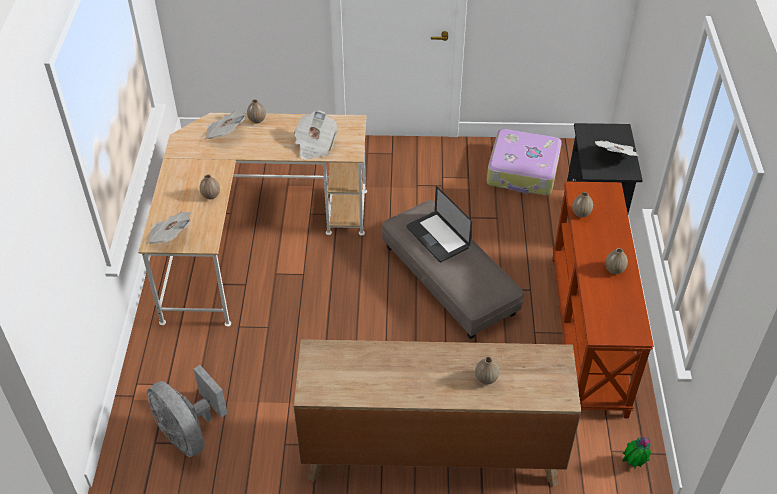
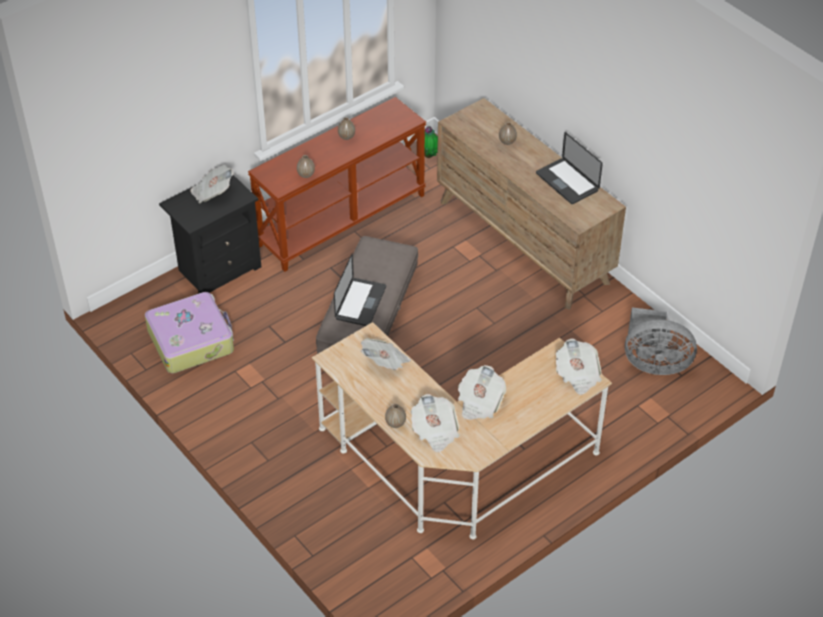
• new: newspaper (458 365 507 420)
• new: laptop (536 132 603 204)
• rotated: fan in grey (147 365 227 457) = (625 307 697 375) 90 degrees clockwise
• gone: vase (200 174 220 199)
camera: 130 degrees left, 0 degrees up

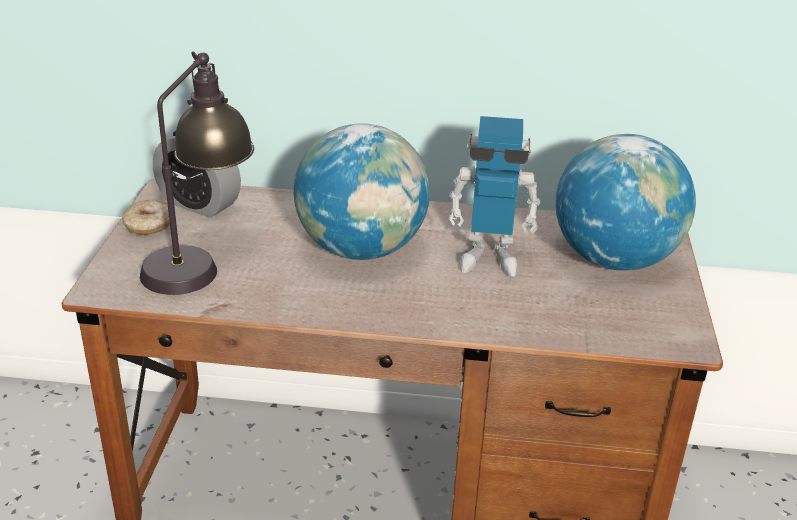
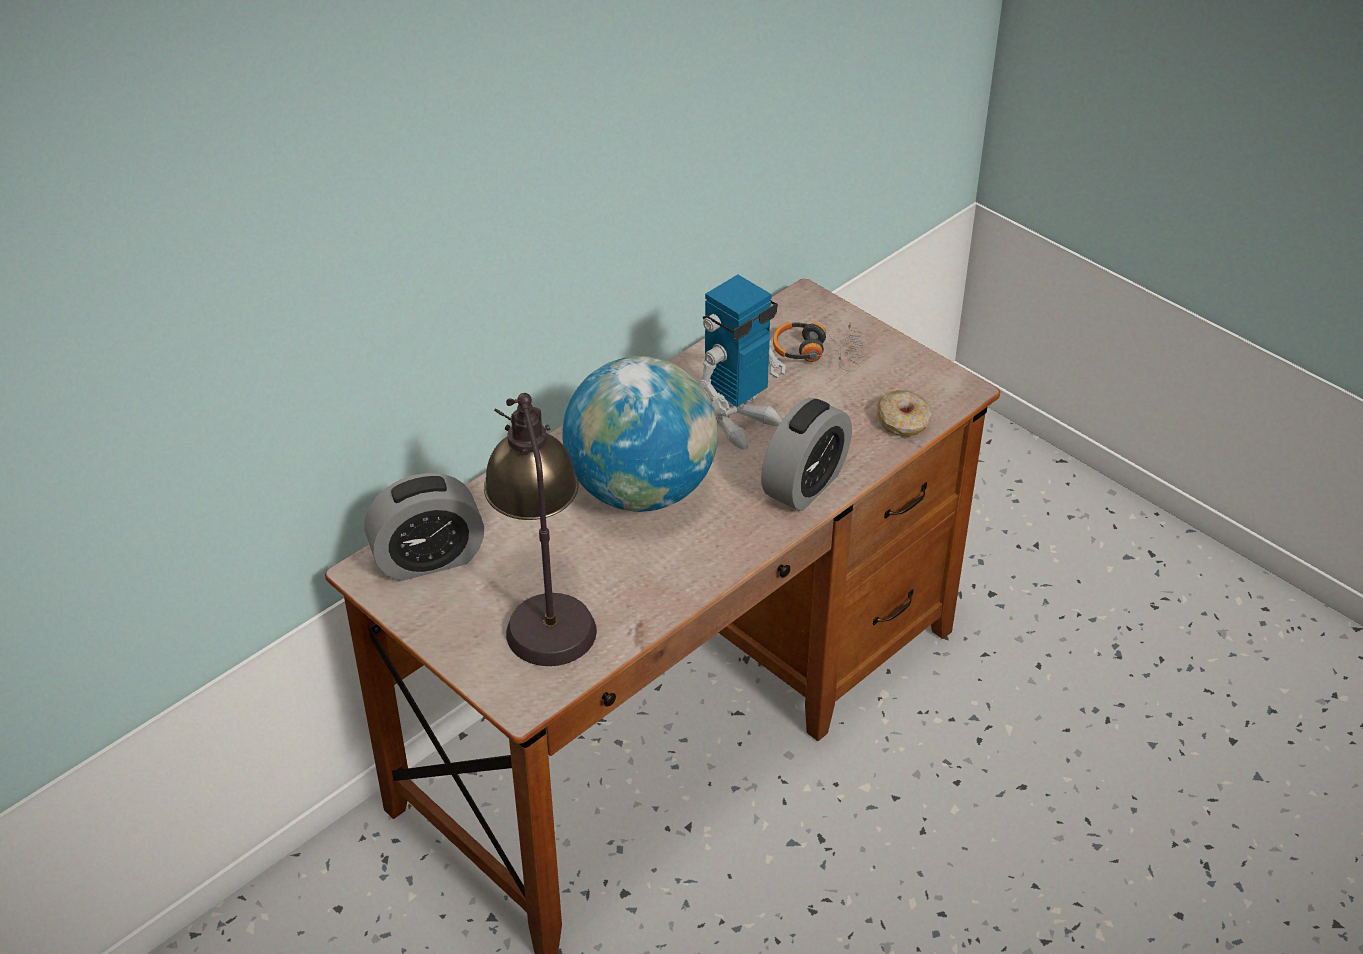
• new: alarm clock (761 398 852 511)
• swapped: globe (555 134 696 271) to headphones (773 322 864 371)
• shifted: donut (122 200 170 235) to (877 390 932 437)
camera: 50 degrees left, 10 degrees up

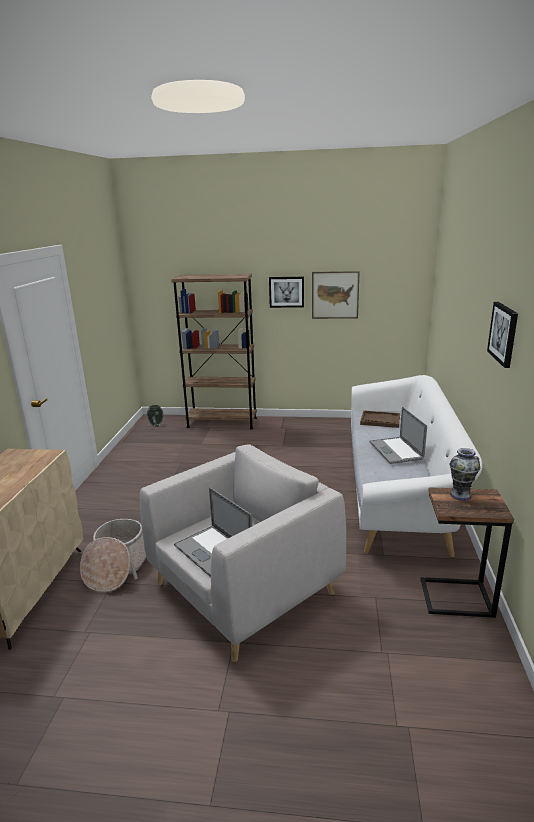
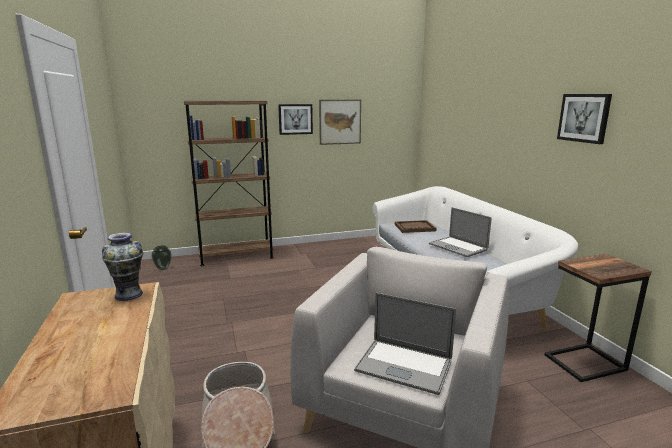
• shifted: vase (450 448 480 501) to (102 233 143 301)
camera: 25 degrees left, 5 degrees down

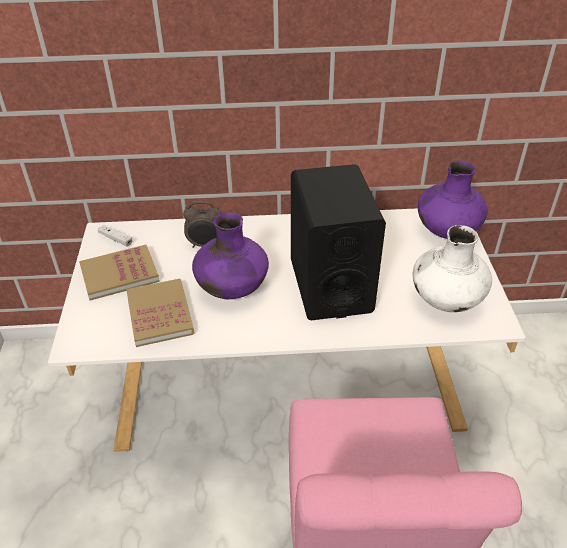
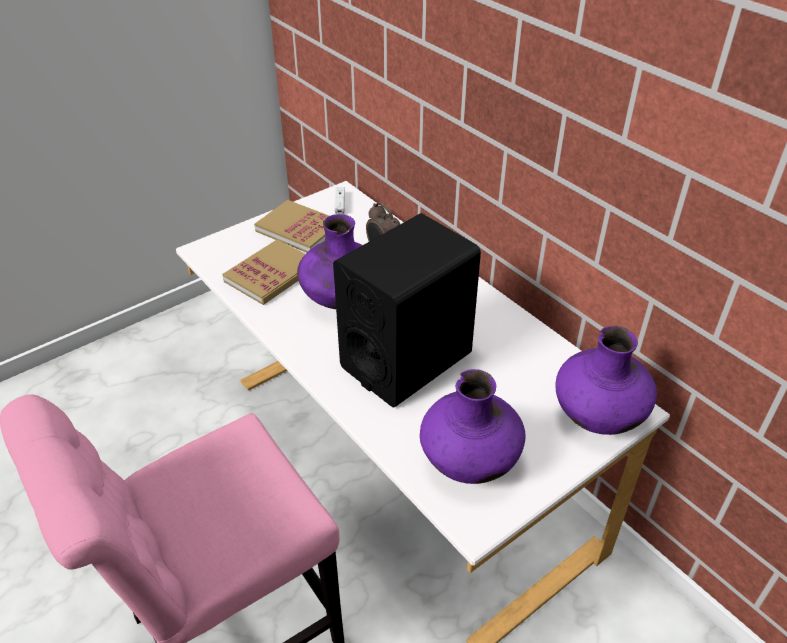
• repainted: vase in white (413 225 492 312) to vase in purple (420 369 526 484)
camera: 55 degrees right, 0 degrees up

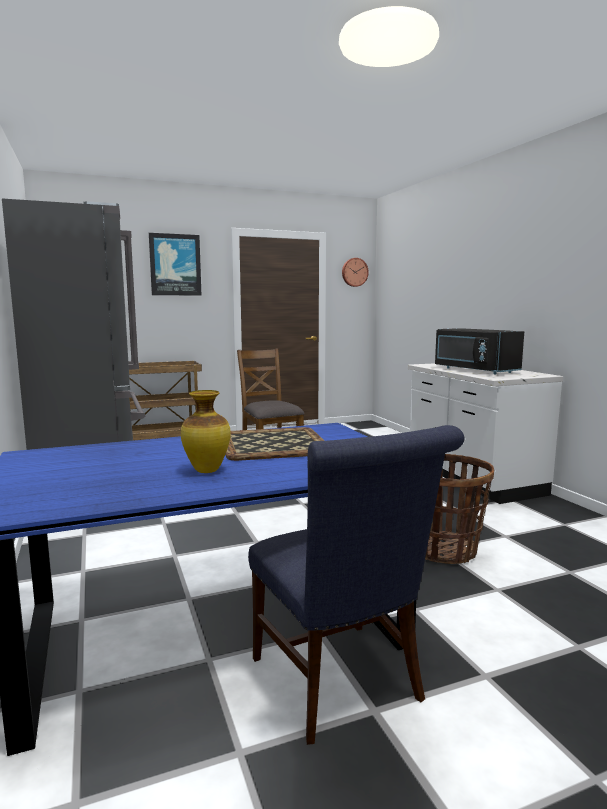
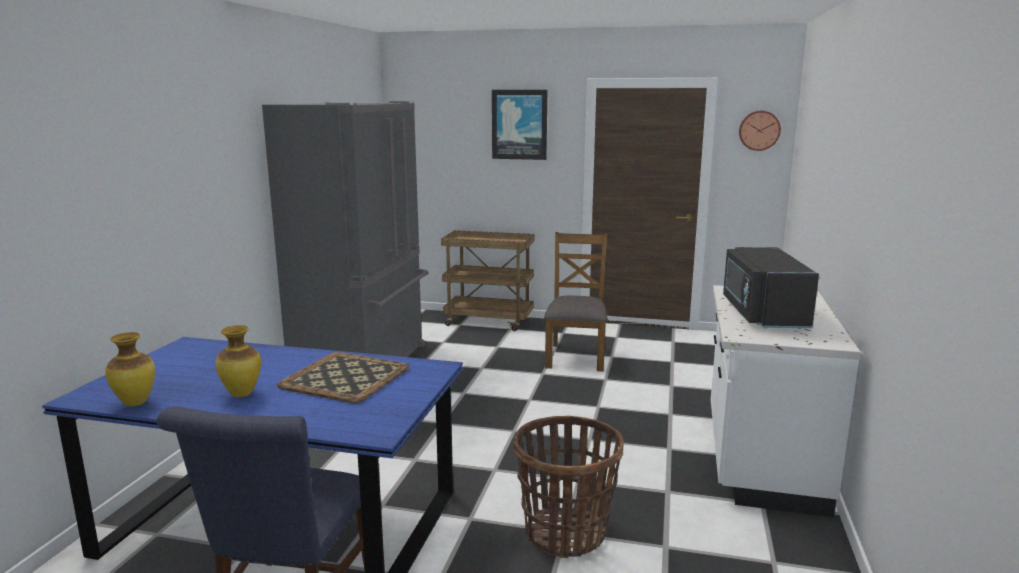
• new: vase (105 332 155 406)
camera: 35 degrees right, 5 degrees up

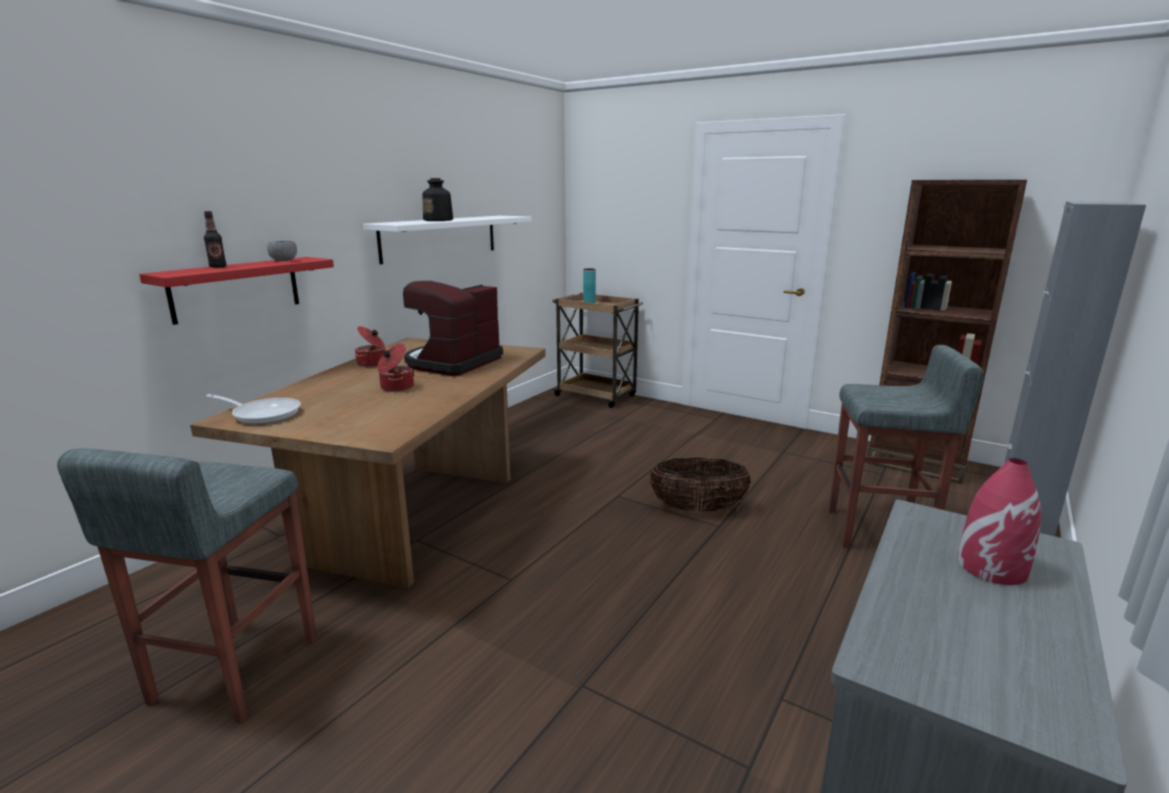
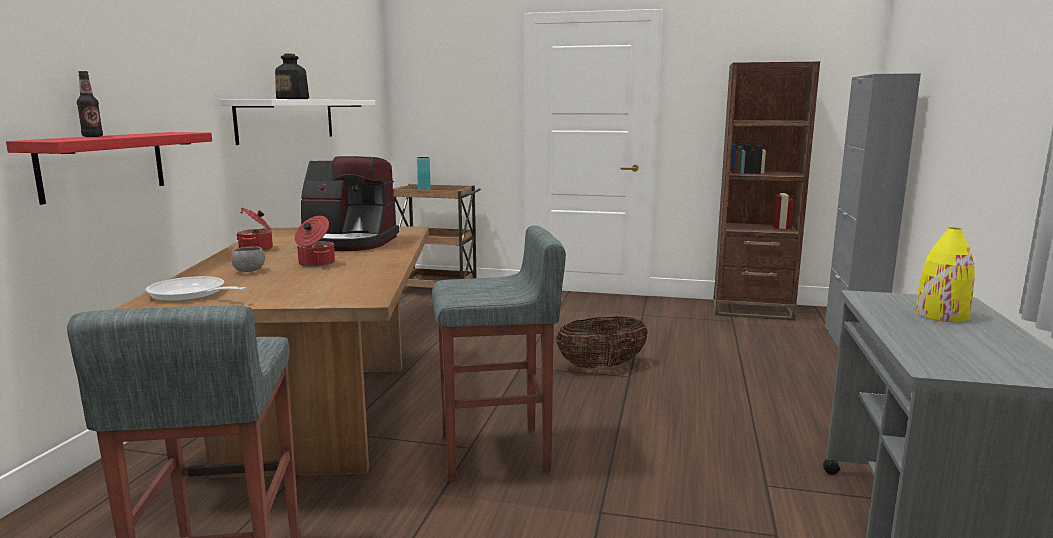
• rotated: frying pan (206 394 301 424) = (146 276 247 302) 150 degrees counterclockwise
• shifted: bowl in grey (267 241 297 261) to (231 247 265 272)
• rotated: coffee machine (403 281 503 376) = (301 156 399 251) 90 degrees counterclockwise
• shifted: stool in grey (829 345 984 548) to (432 225 566 481)
• repainted: vase in red (957 458 1041 585) to vase in yellow (916 227 975 322)
camera: 20 degrees left, 5 degrees down

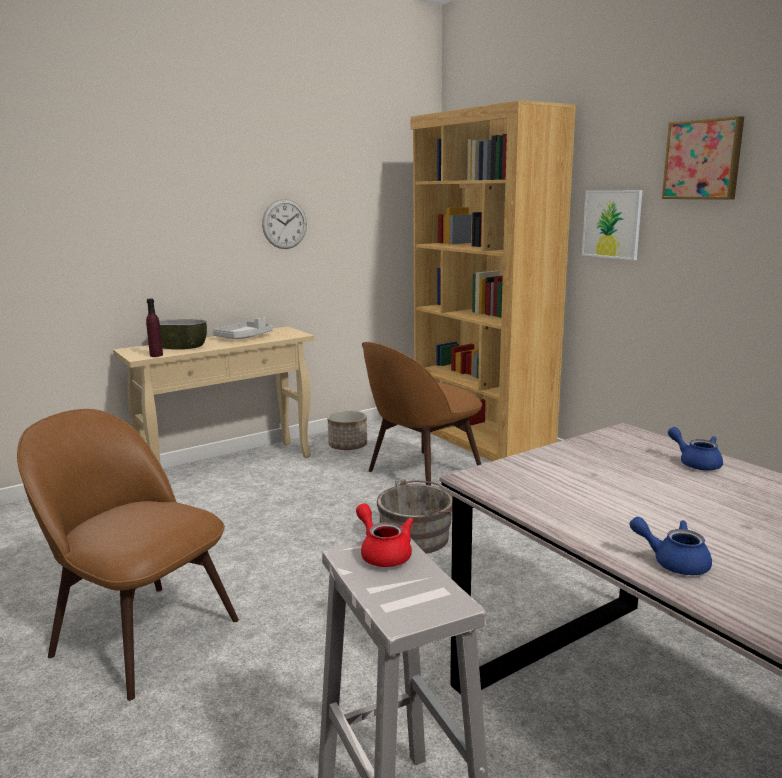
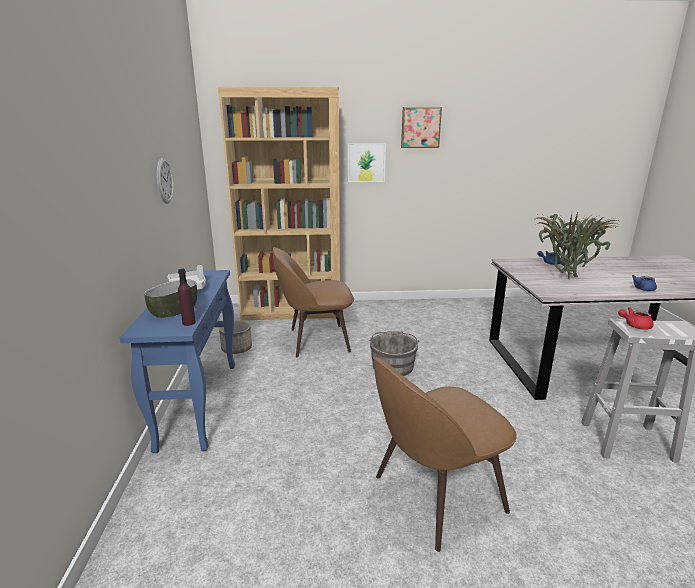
• repainted: console table in beige (113 326 314 463) to console table in blue (120 270 235 453)
• rotated: chair in brown (362 342 482 486) = (273 247 354 357) 90 degrees clockwise
• new: potted plant (534 211 618 279)
camera: 60 degrees left, 5 degrees up

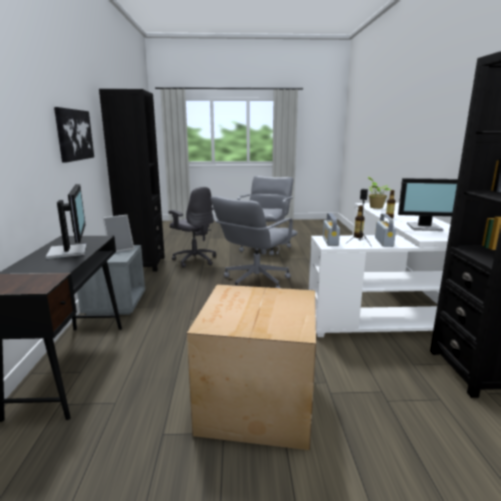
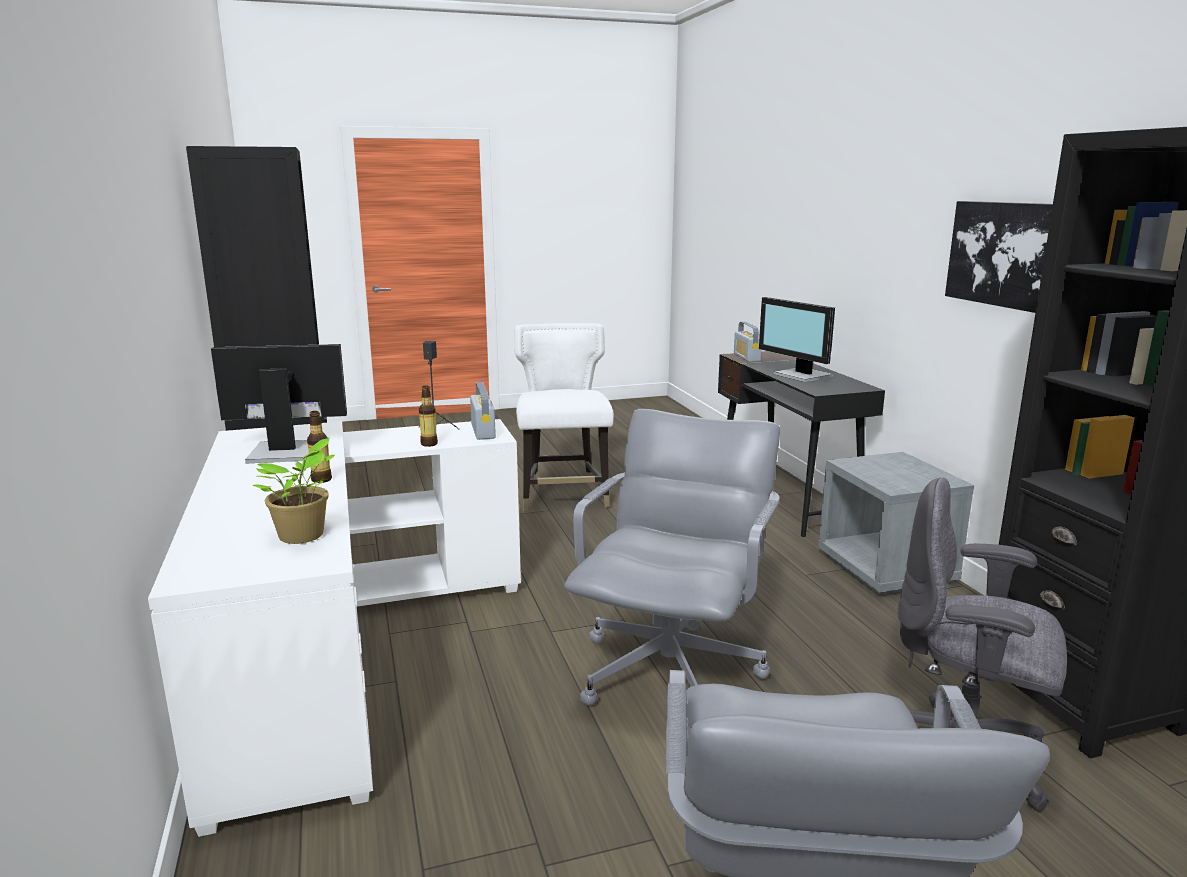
• swapped: cardboard box (187 284 316 450) to chair in white (515 323 614 511)
• shifted: radio (375 213 396 247) to (734 322 762 362)
• gone: picture frame (103 215 134 252)
camera: 165 degrees right, 0 degrees up

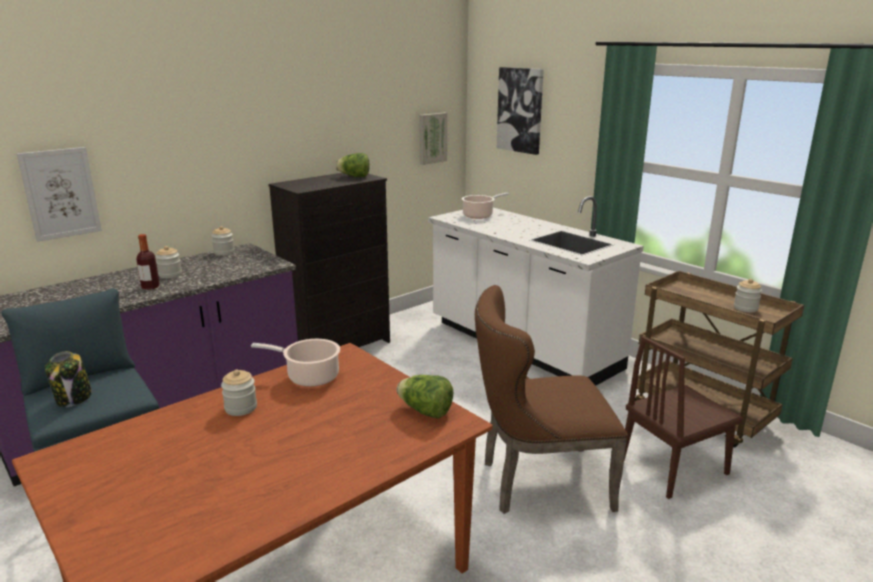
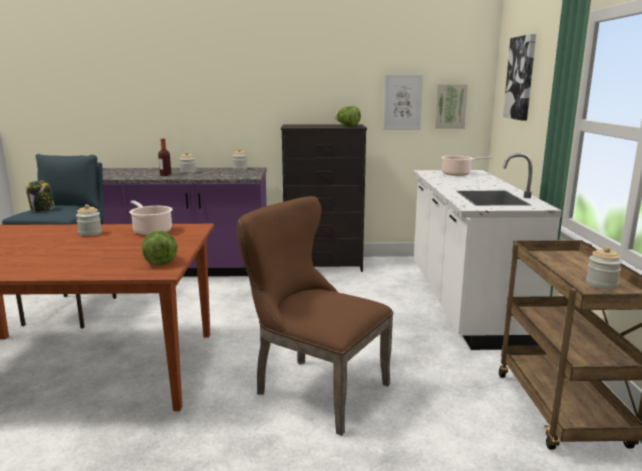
• shifted: picture (17 147 102 242) to (383 74 423 130)
• gone: chair in brown (624 336 743 499)
camera: 40 degrees right, 5 degrees down

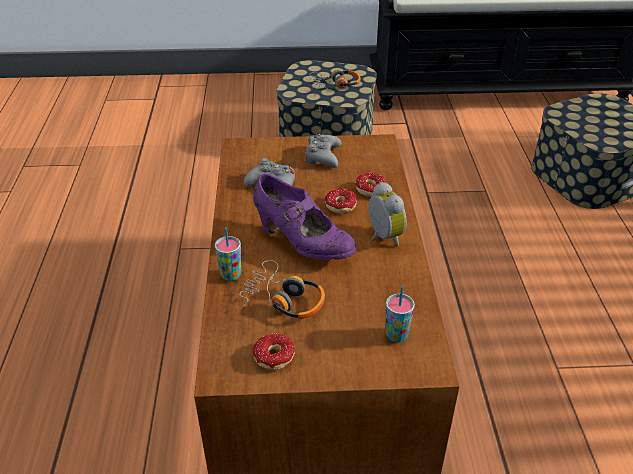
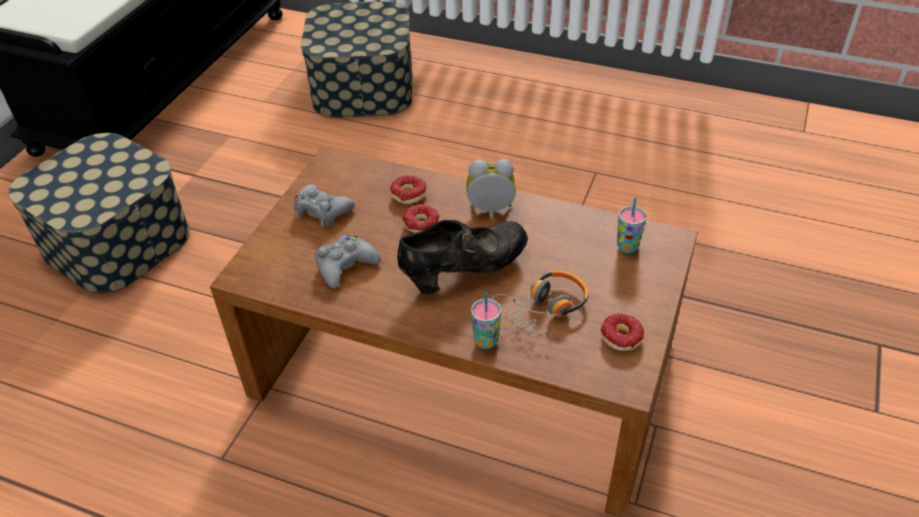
• repainted: shoe in purple (253 173 356 260) to shoe in black (397 220 528 295)
• gone: headphones (310 70 361 90)
camera: 65 degrees left, 5 degrees up

